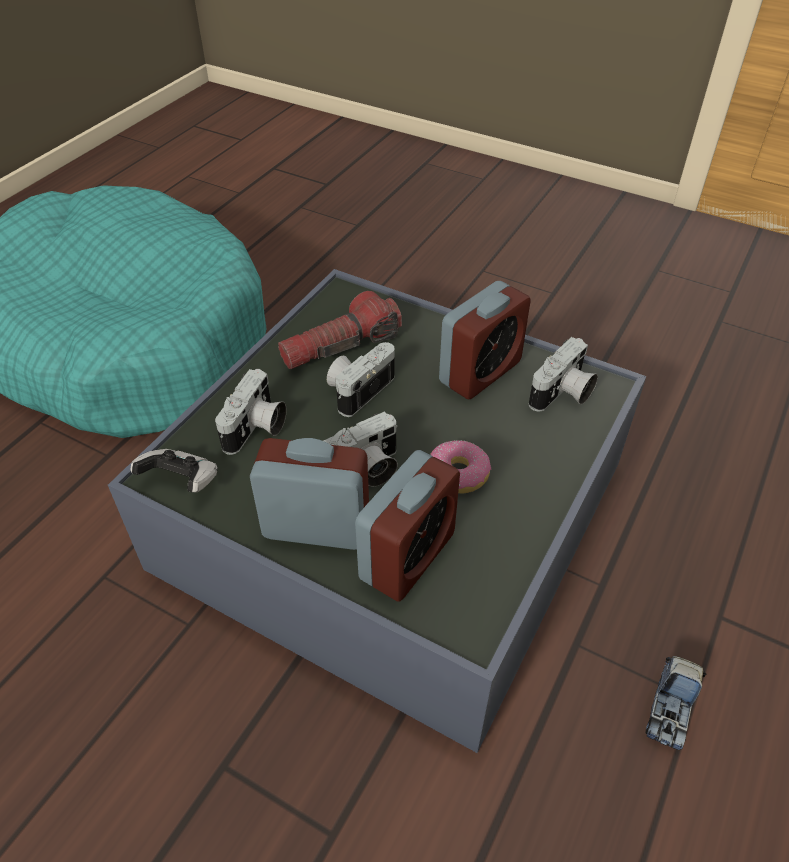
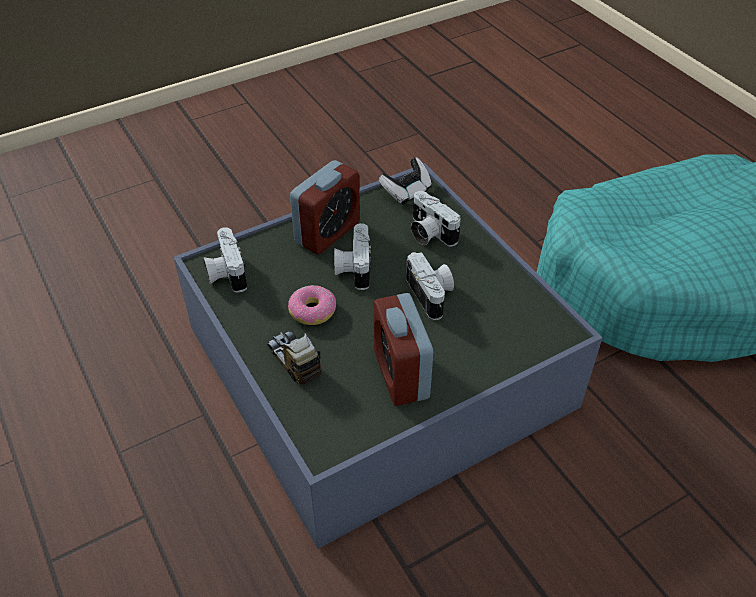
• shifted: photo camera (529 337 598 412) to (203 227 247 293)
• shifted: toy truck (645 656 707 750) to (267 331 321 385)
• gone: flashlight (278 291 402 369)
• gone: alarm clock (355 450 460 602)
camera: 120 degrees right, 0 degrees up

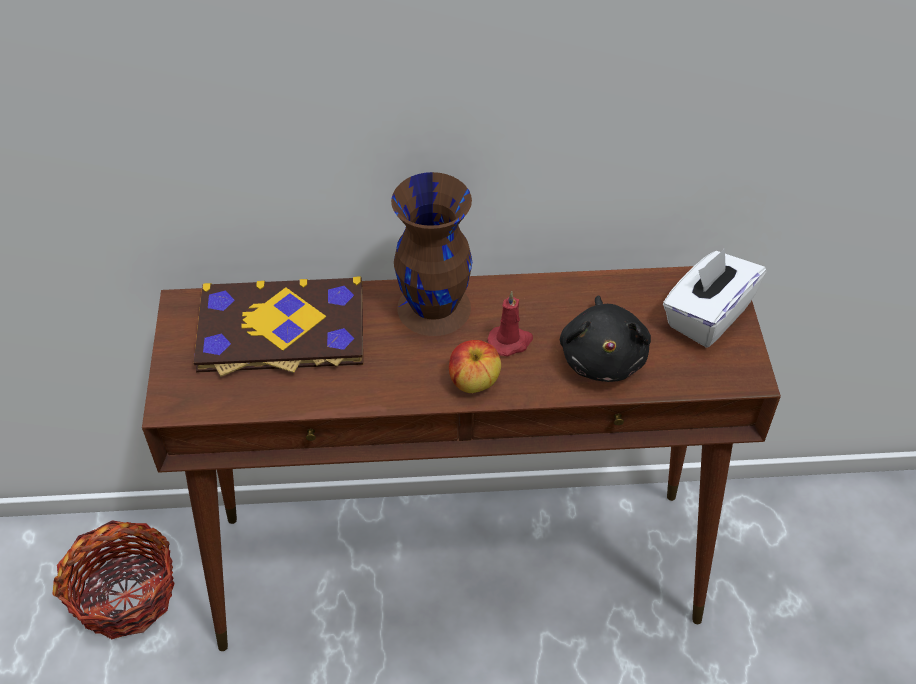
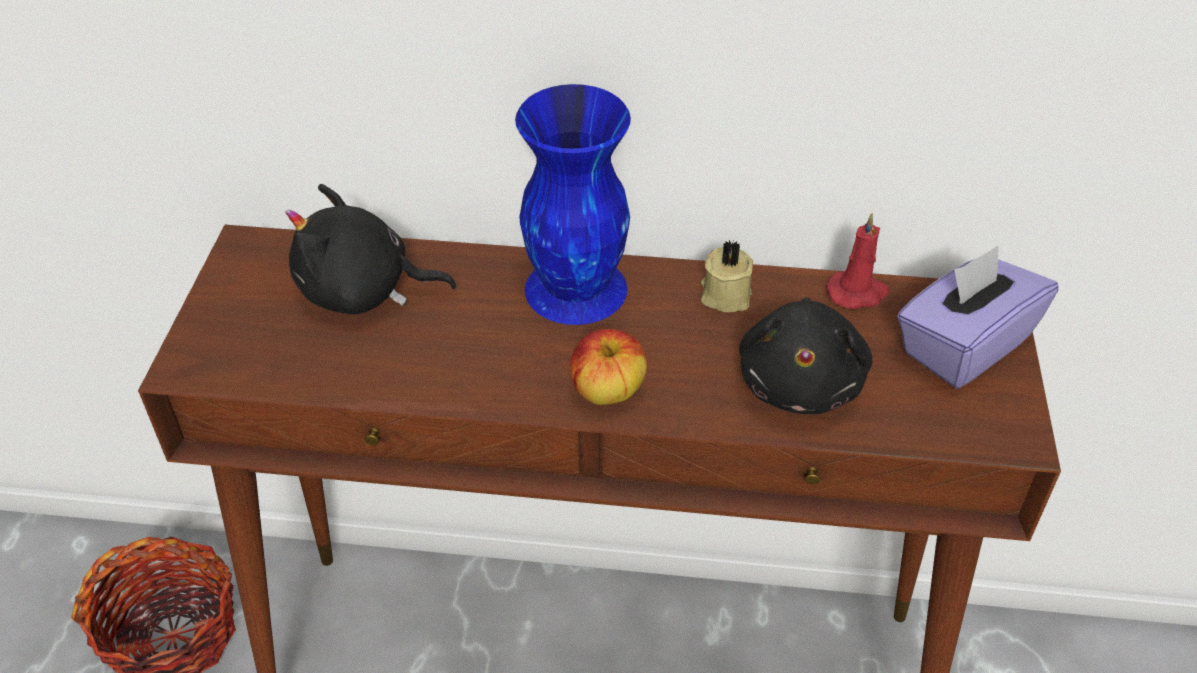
• swapped: book (194 276 363 377) to plush toy in black (286 184 457 314)
• repainted: vase in brown (391 172 472 336) to vase in blue (515 84 631 325)
• new: candle in beige (701 240 753 312)
• shifted: candle in red (487 291 533 357) to (826 213 889 309)
• repainted: tissue box in white (663 248 766 348) to tissue box in purple (897 245 1058 388)
camera: 10 degrees right, 5 degrees down

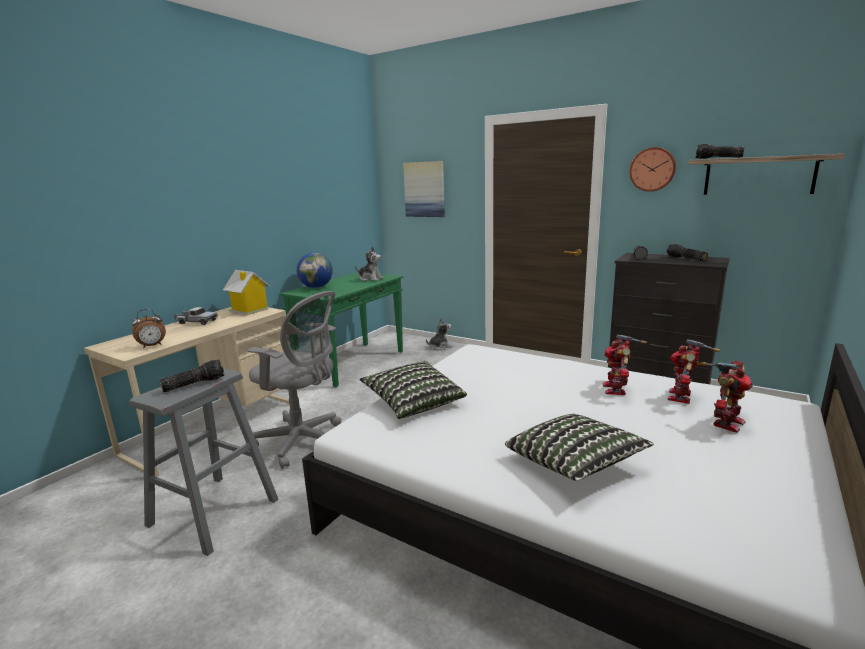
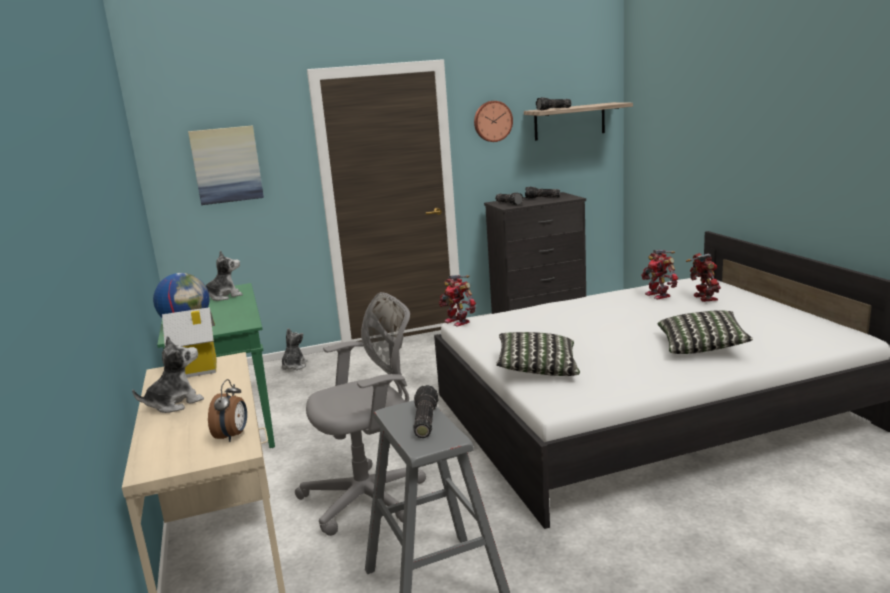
• swapped: toy truck (174 307 218 325) to plush toy (132 336 204 413)
• shifted: toy robot (603 334 647 395) to (439 275 476 327)
camera: 50 degrees left, 0 degrees up

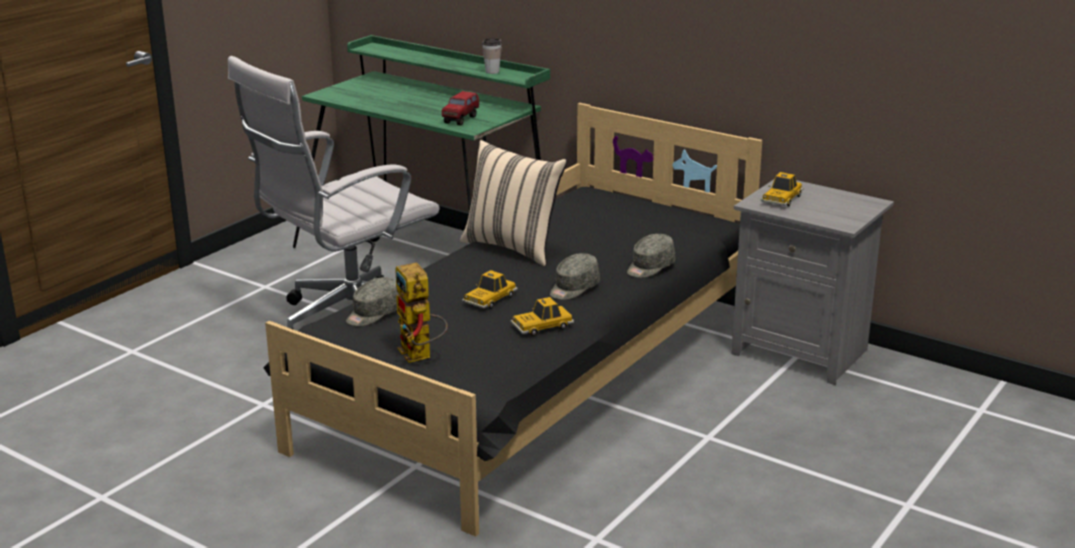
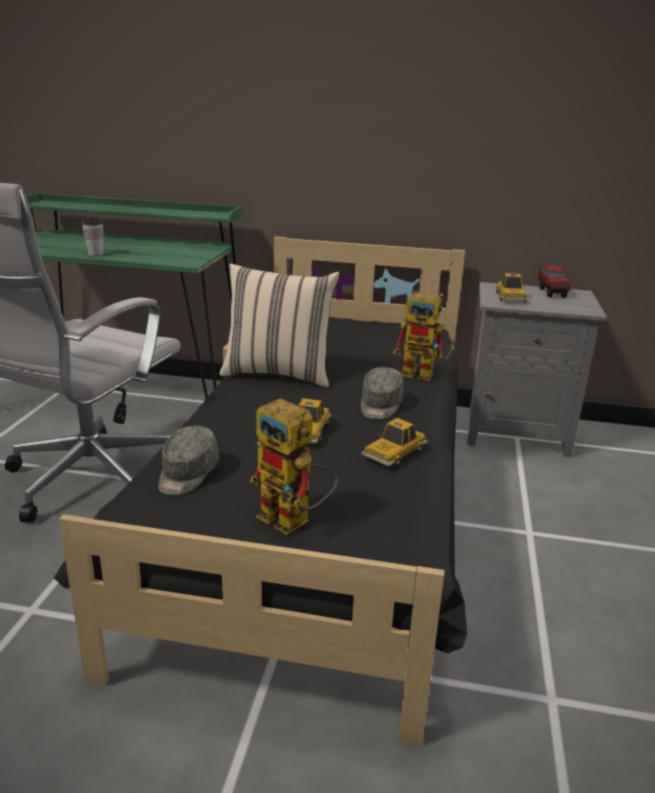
• shifted: cup (482 38 502 74) to (82 219 104 256)
• swapped: cap in grey (627 234 675 278) to toy robot (393 293 453 381)
• shifted: toy truck (442 91 479 125) to (538 265 571 297)
camera: 25 degrees left, 0 degrees up

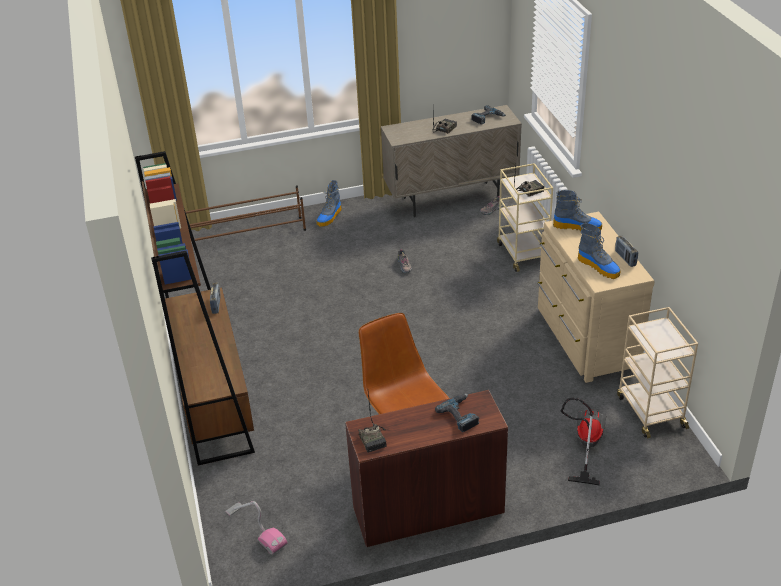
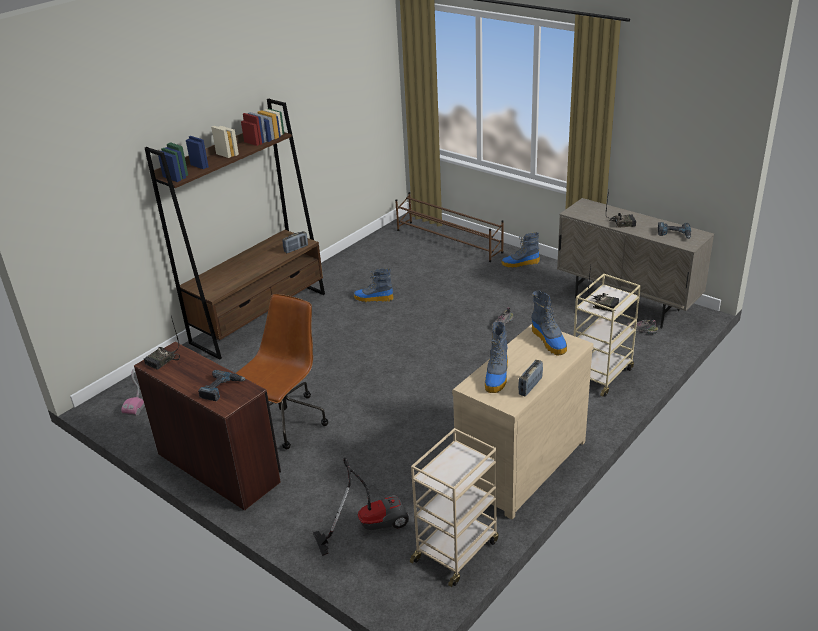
• new: boot (354 268 394 302)
camera: 55 degrees right, 5 degrees down

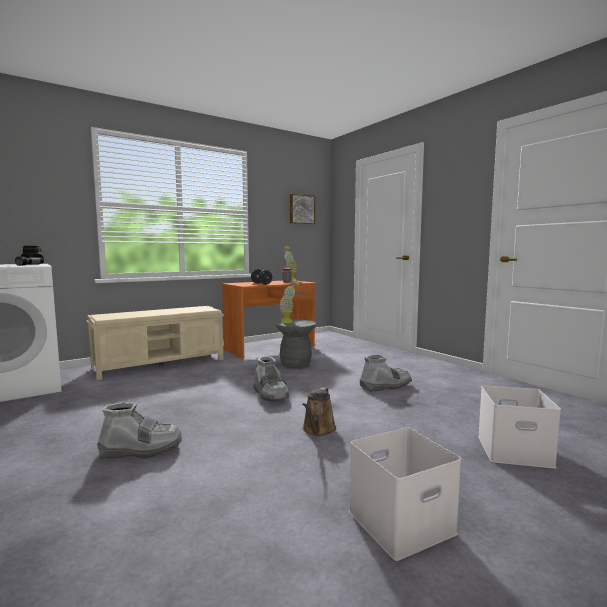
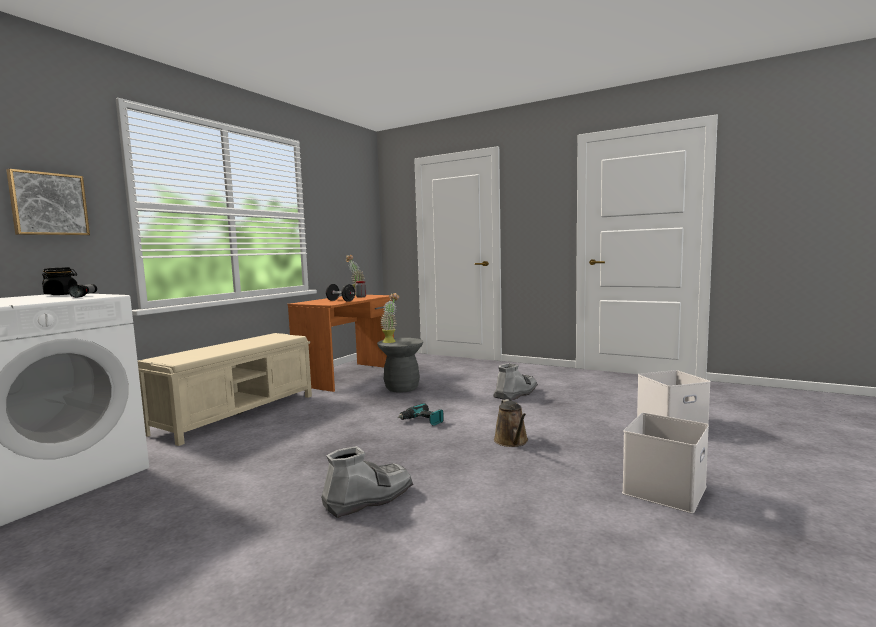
• shifted: picture (290 194 315 225) to (6 169 90 235)
• swapped: boot in grey (253 357 289 401) to power drill (398 403 444 426)
camera: 25 degrees left, 0 degrees up

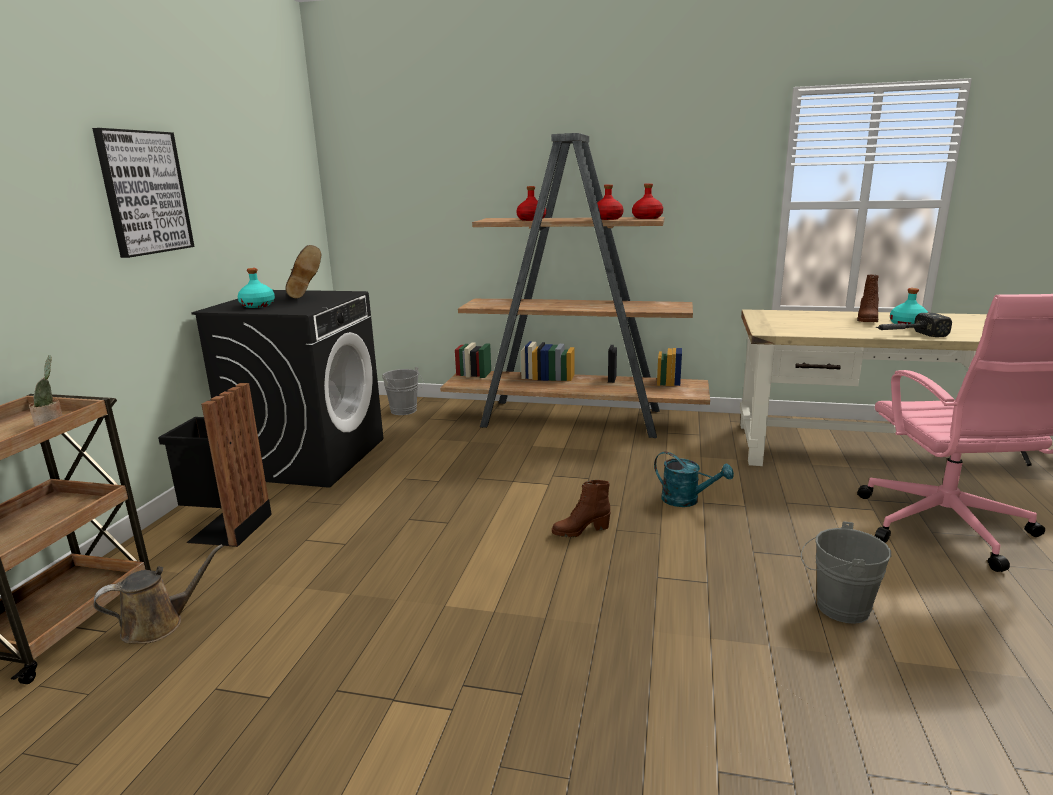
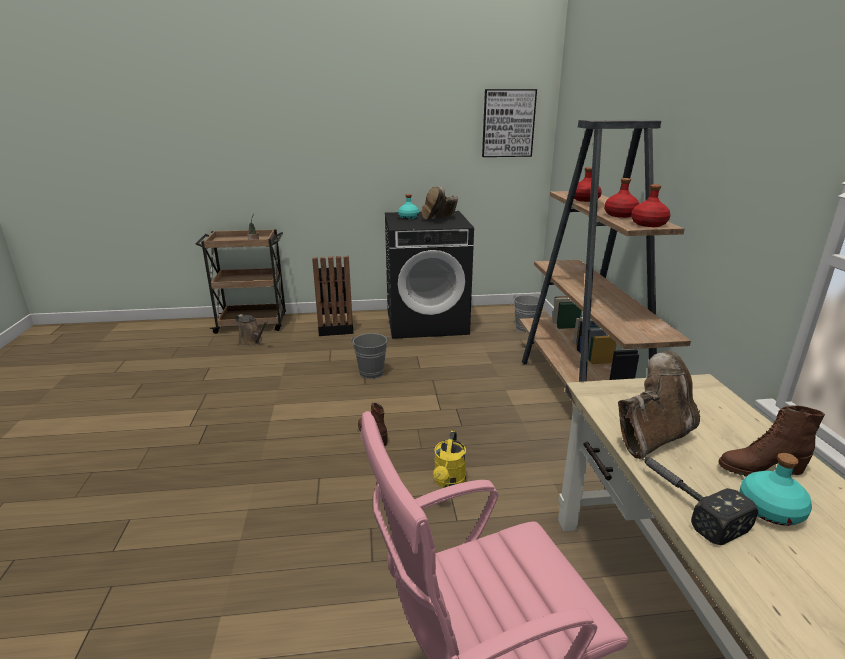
• shifted: bucket in grey (801 521 891 624) to (351 333 389 379)
• repainted: watering can in turquoise (654 452 734 507) to watering can in yellow (433 431 466 488)
• shifted: picture (92 128 194 258) to (482 89 537 157)
• new: boot in brown (618 351 700 459)
camera: 70 degrees right, 5 degrees up

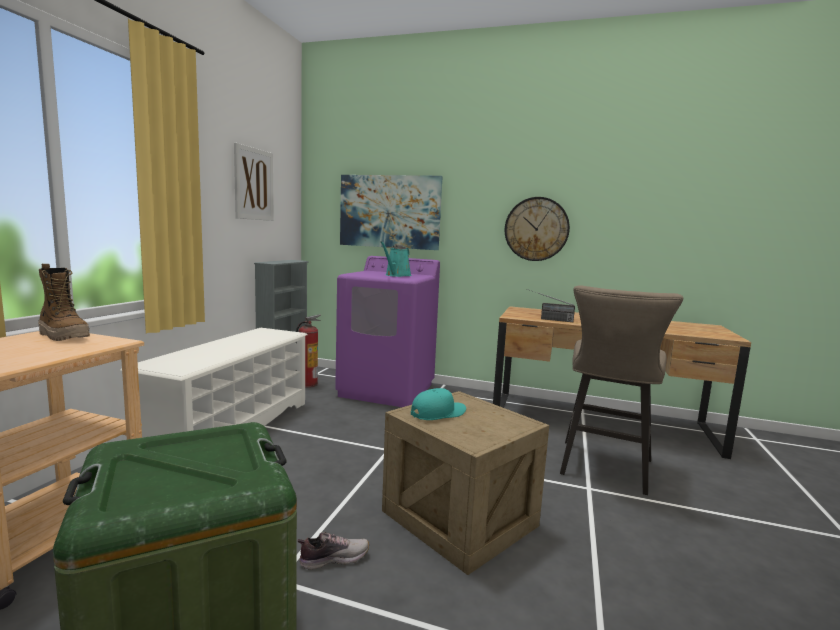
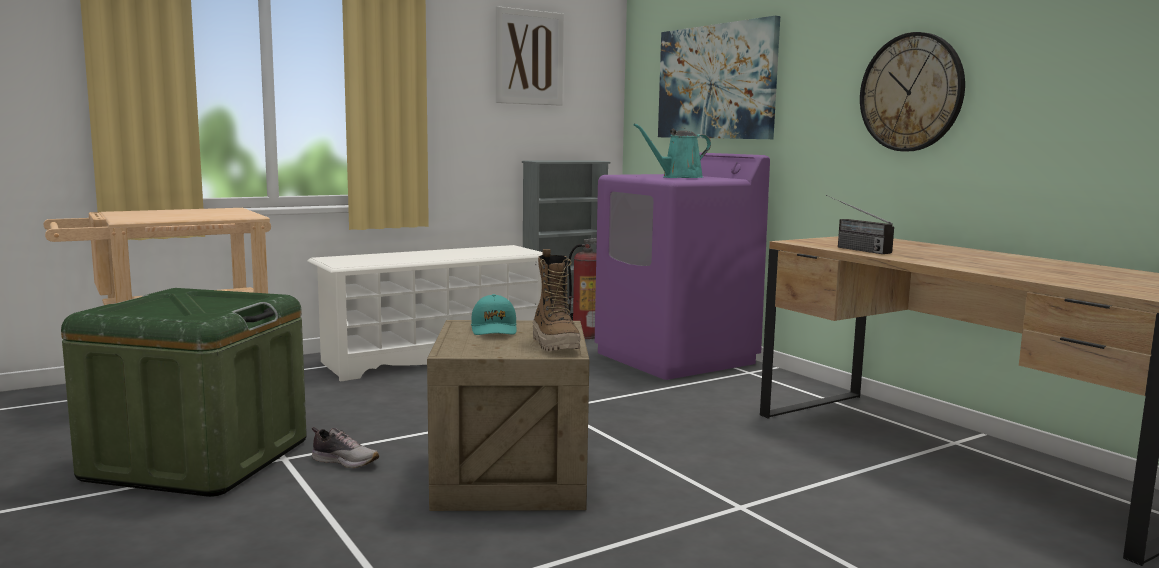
• rotated: cap in turquoise (411 388 466 420) = (471 294 517 335) 75 degrees clockwise
• shifted: boot (38 264 90 341) to (533 249 581 351)
• gone: stool in beige (560 285 683 495)
camera: 40 degrees right, 0 degrees up

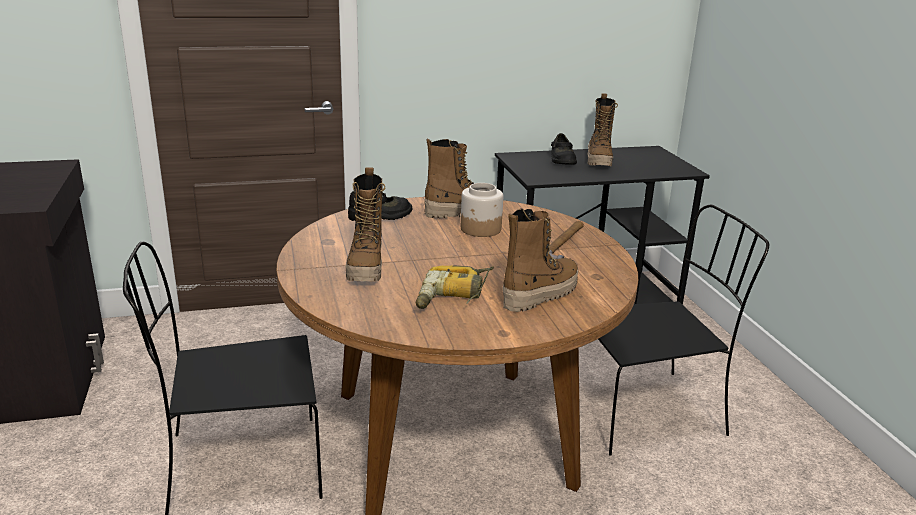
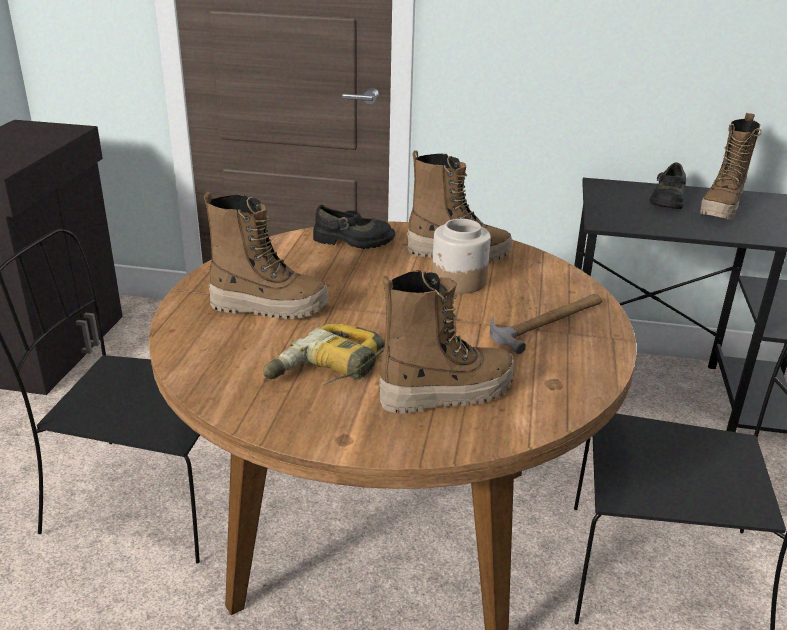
• rotated: boot (345 167 386 282) = (204 192 328 319) 105 degrees counterclockwise
camera: 25 degrees right, 5 degrees up

